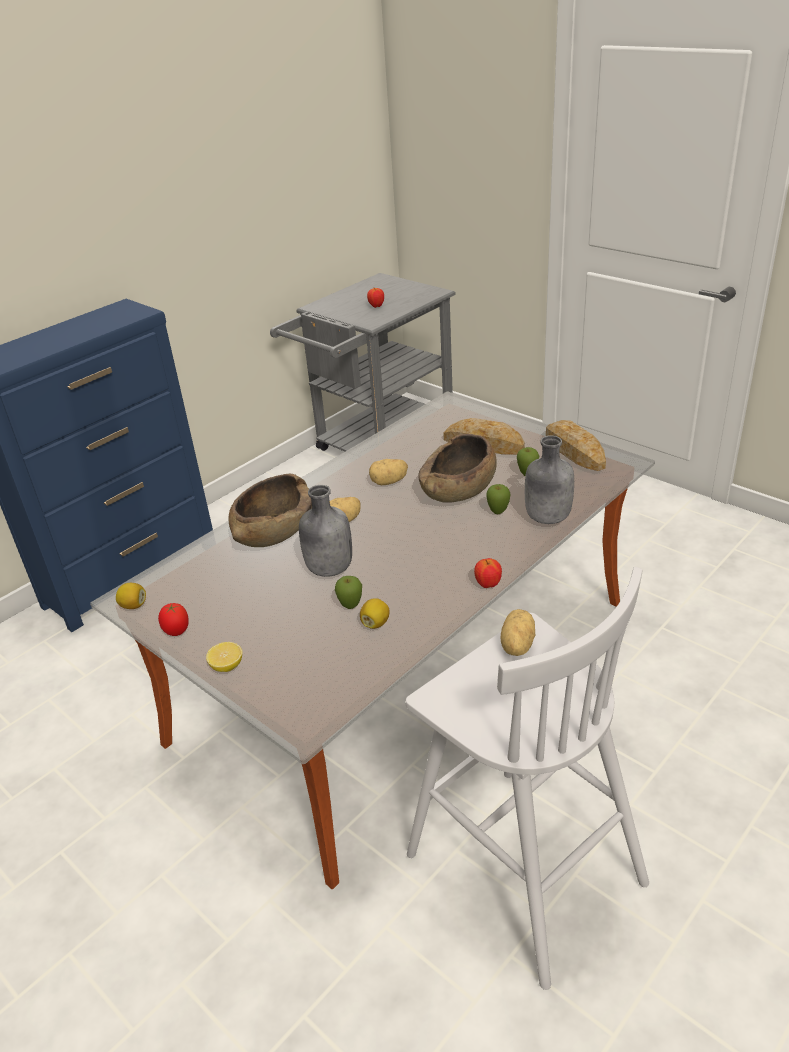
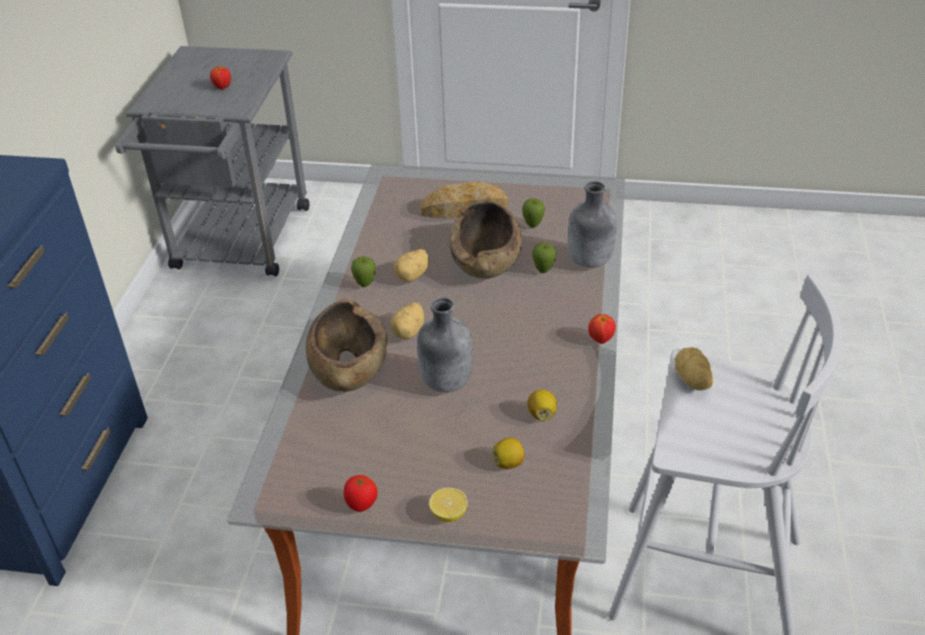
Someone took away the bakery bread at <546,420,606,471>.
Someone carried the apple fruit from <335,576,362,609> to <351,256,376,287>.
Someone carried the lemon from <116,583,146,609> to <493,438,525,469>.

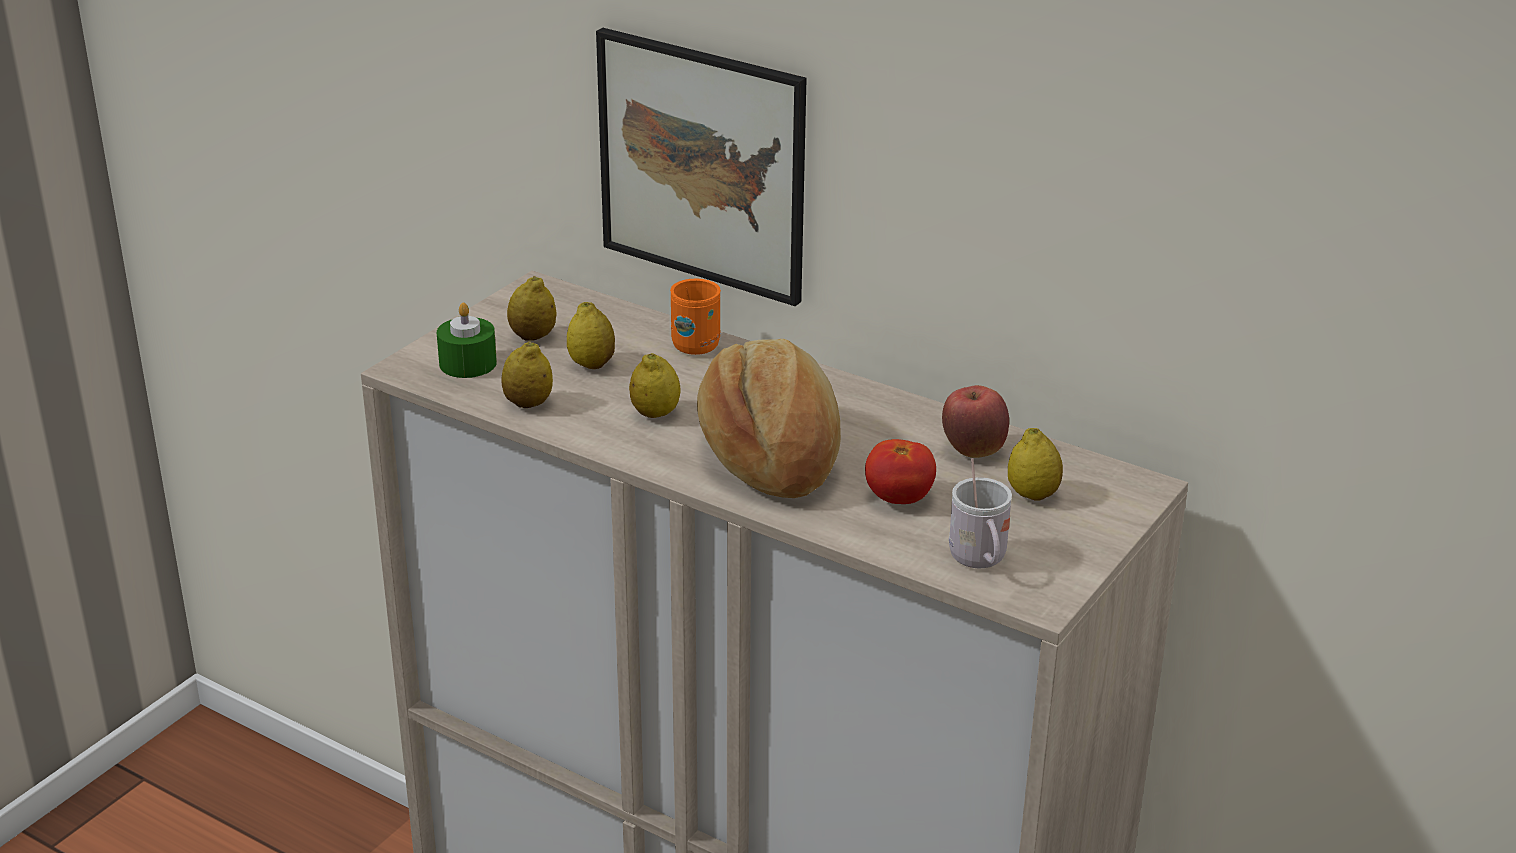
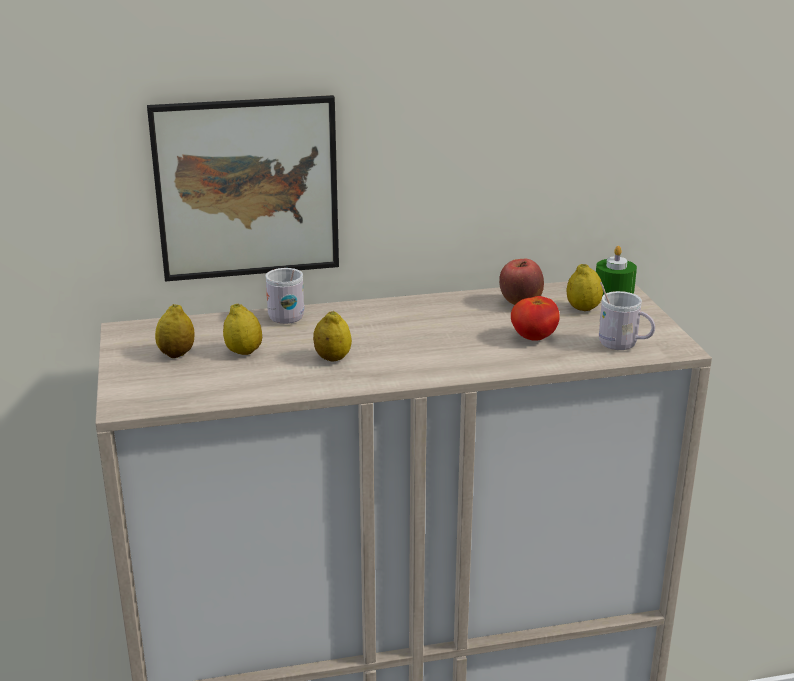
Someone repainted the orangey coffee mug at <670,278,721,355>, which became the white coffee mug at <266,268,305,324>.
Someone carried the green wax light from <437,303,497,378> to <596,246,637,295>.
Someone took away the bakery bread at <697,339,841,498>.
Someone took away the lemon at <501,341,553,408>.

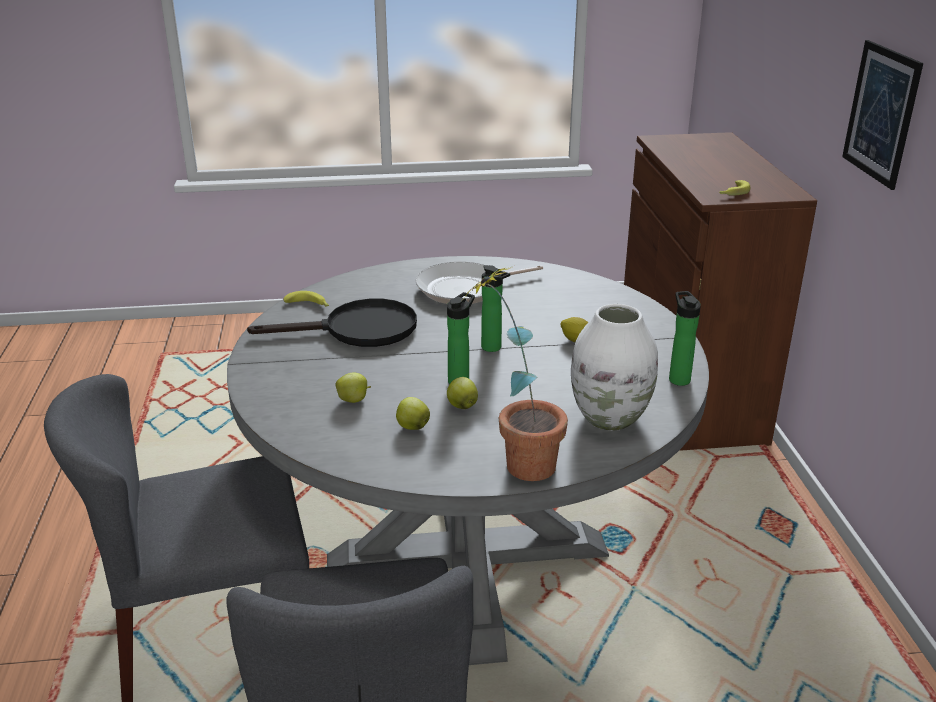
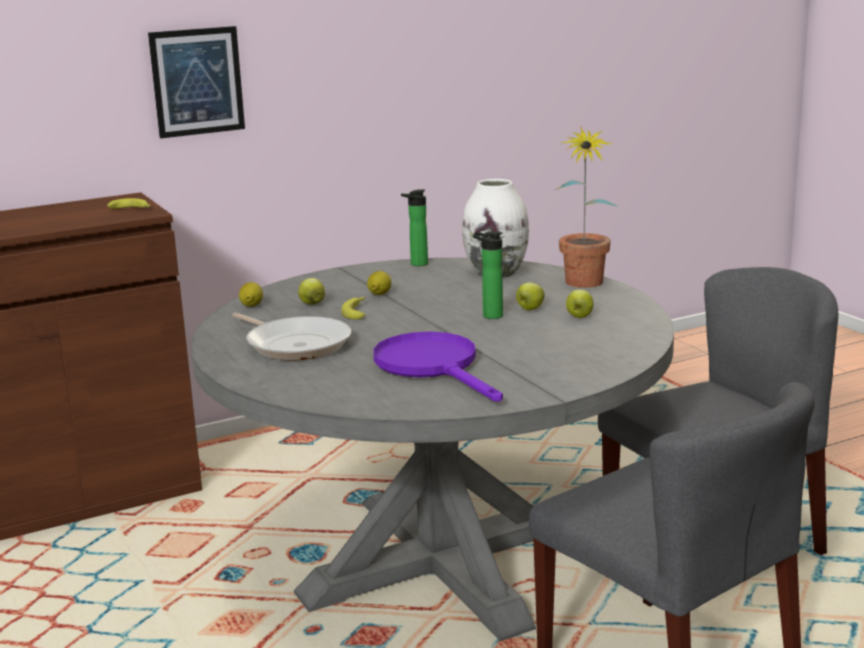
Someone took away the bottle at <481,265,510,352>.
Someone carried the banana fruit from <283,291,329,307> to <341,296,365,320>.
Someone repainted the black pan at <247,299,417,347>, which became the purplish pan at <374,332,503,402>.
Someone carried the apple fruit from <335,372,371,403> to <298,278,325,305>.
Someone put down the lemon at <239,282,263,307>.

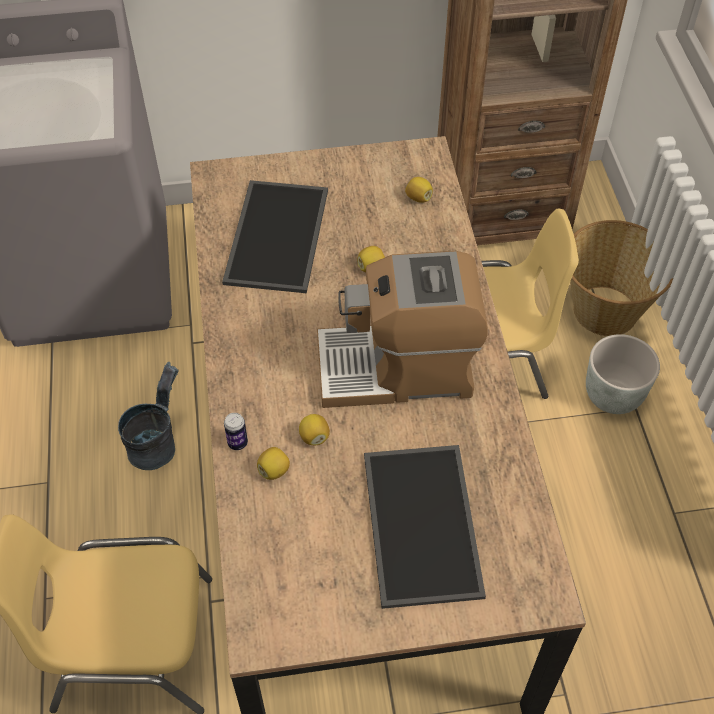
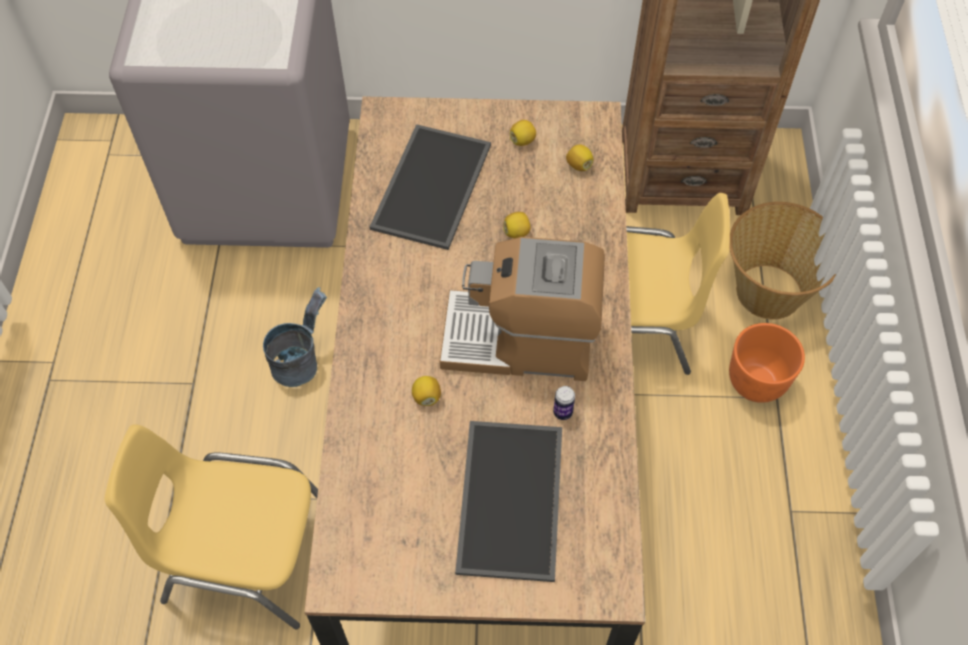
Someone repainted the grey planter at <586,334,660,414>, which became the orangey planter at <729,323,805,403>.
Someone carried the metal can from <224,413,248,450> to <553,386,575,420>.
Someone carried the lemon from <257,447,290,480> to <510,120,536,146>.

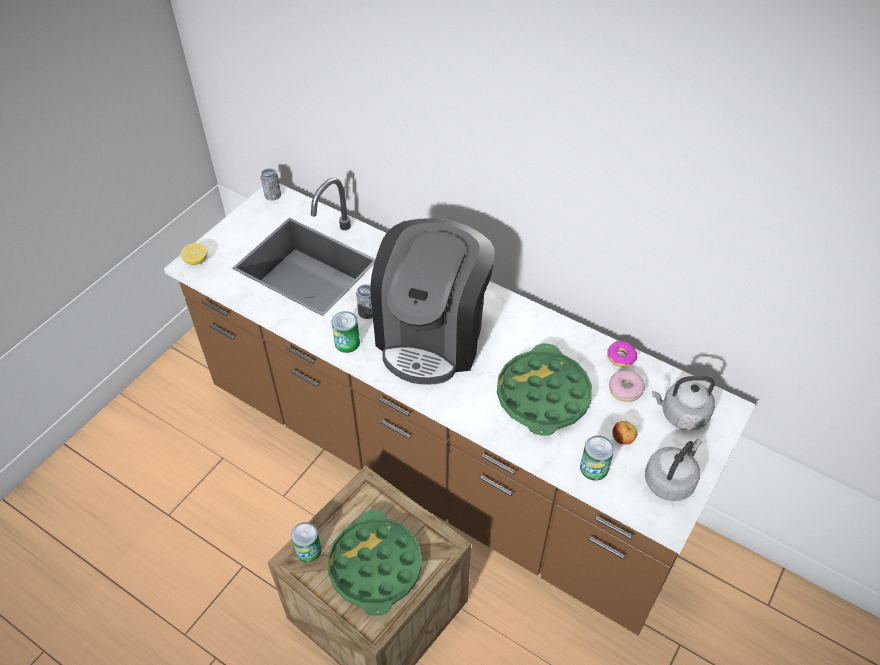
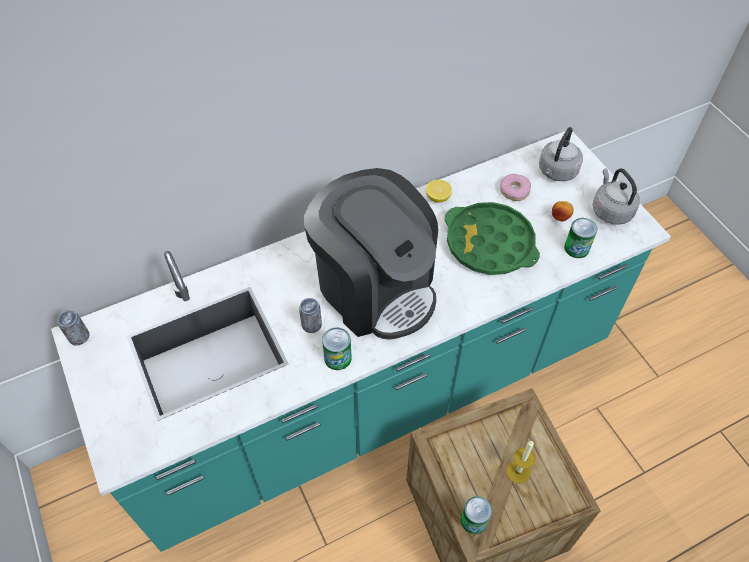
Someone repainted the brown-coloured kitchen base unit at <164,178,756,635>, which became the blue-green kitchen base unit at <51,131,671,552>.
Someone carried the lemon from <181,243,207,265> to <426,180,452,202>.
Someone took away the donut at <607,341,637,367>.
Someone swapped the green carrying tray at <328,510,422,616> for the wax light at <506,441,536,484>.

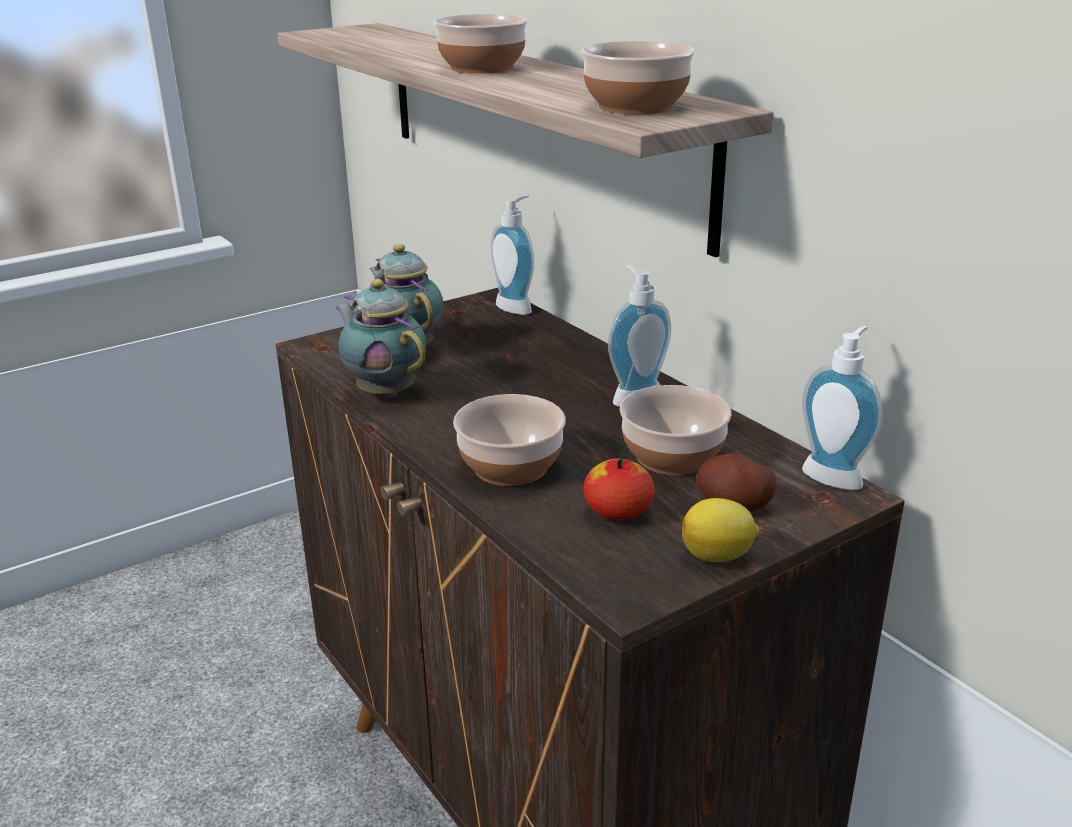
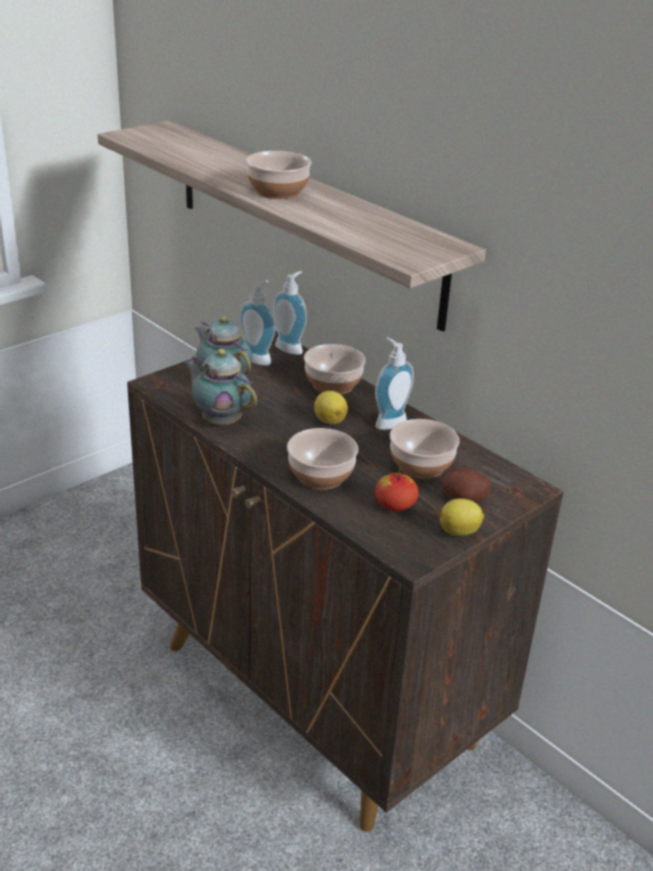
Someone carried the deep dish from <581,41,695,114> to <304,344,366,395>.
Someone carried the soap dispenser from <802,326,882,490> to <240,280,275,365>.
Someone put down the lemon at <314,391,348,425>.

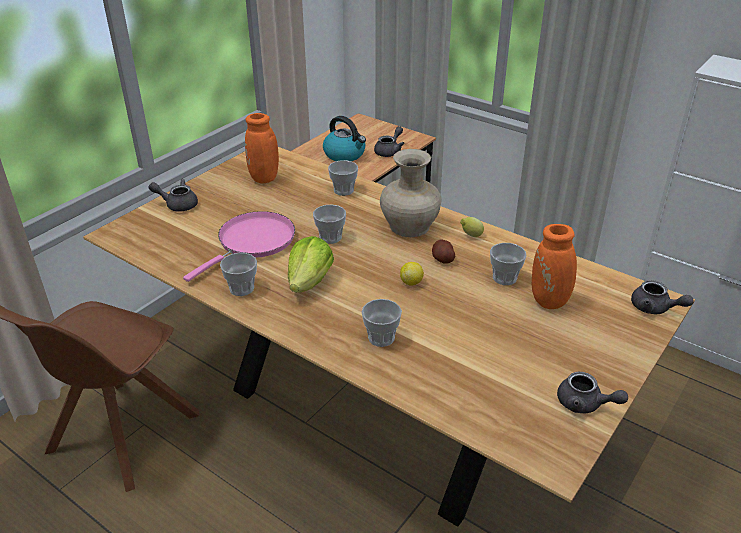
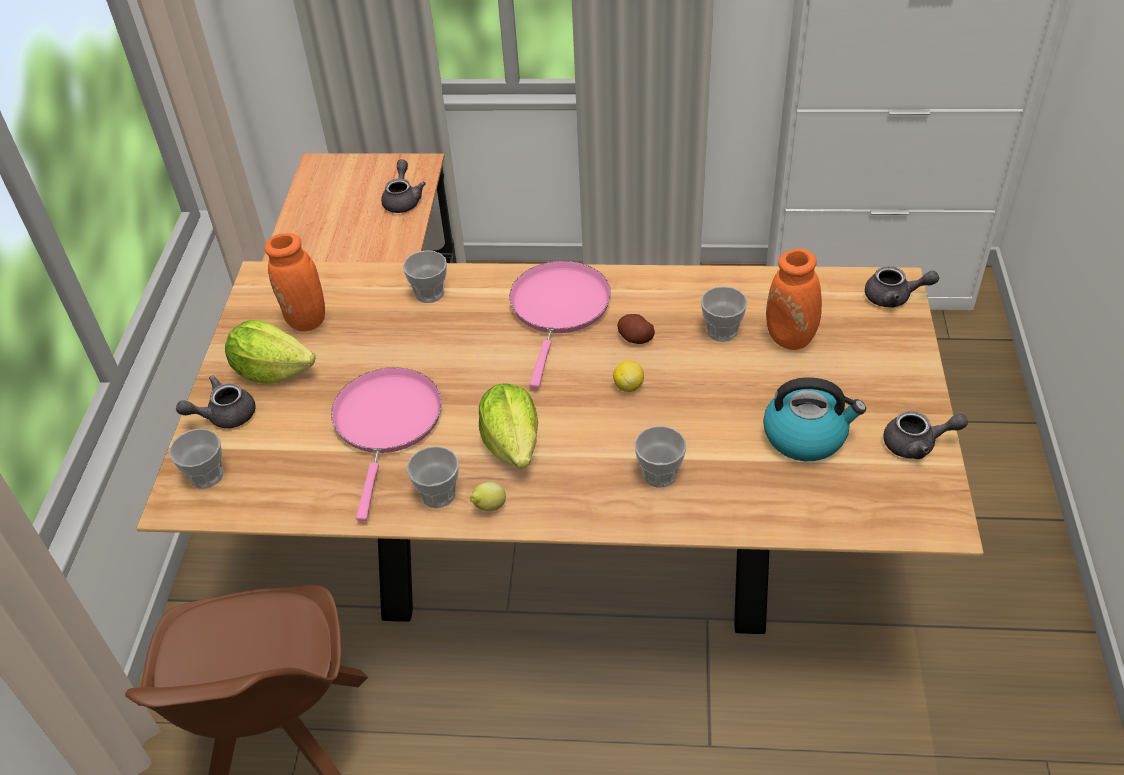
Someone carried the water kettle from <323,116,366,161> to <763,377,866,461>.
Someone swapped the beige-coloured vase at <380,149,442,237> for the pink-coloured pan at <509,261,611,388>.
Someone carried the small cup from <313,205,346,244> to <169,429,223,489>.
Someone carried the lemon from <460,217,484,237> to <470,482,506,511>.
Someone put down the lettuce at <225,320,315,384>.

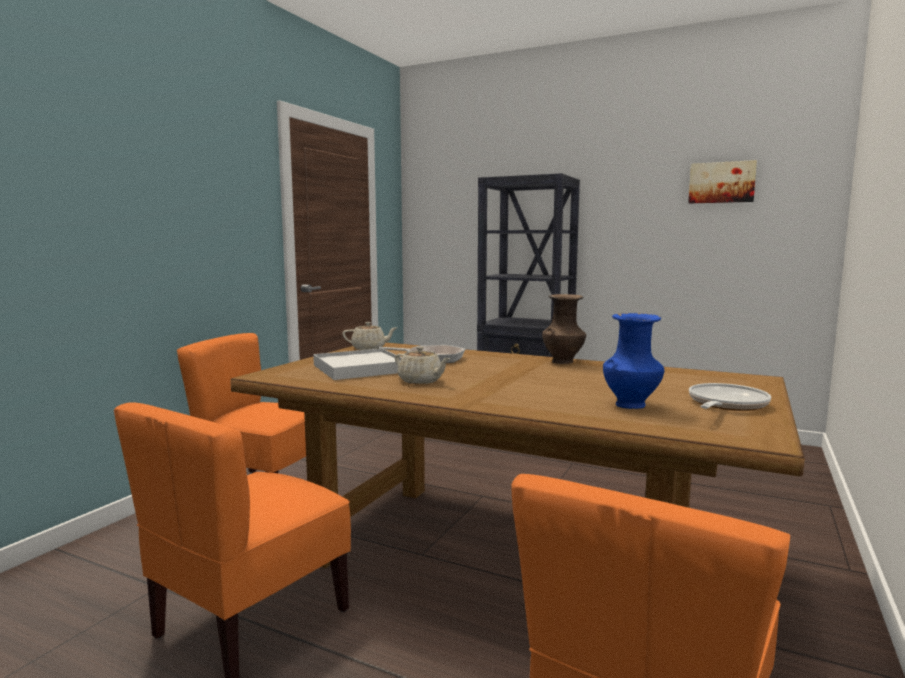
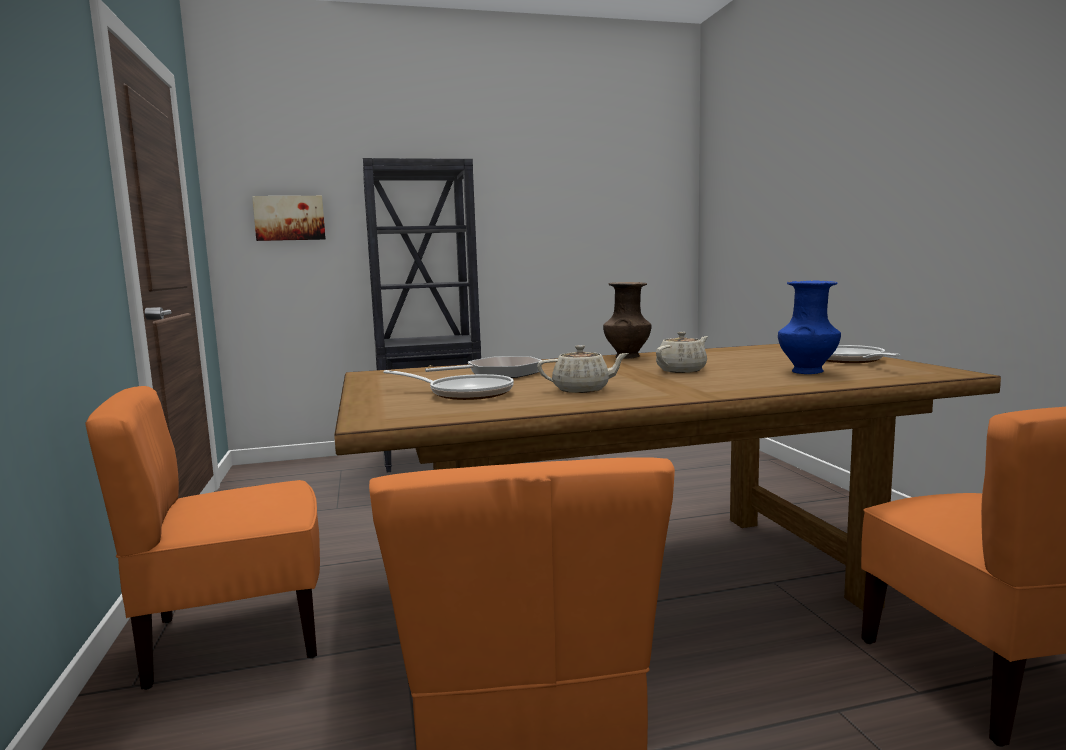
Someone carried the picture from <688,160,757,204> to <252,196,326,241>.
Someone carried the beige-coloured teapot from <342,322,397,350> to <656,332,708,373>.
Someone swapped the white carrying tray at <313,348,402,380> for the pan at <383,370,514,400>.

